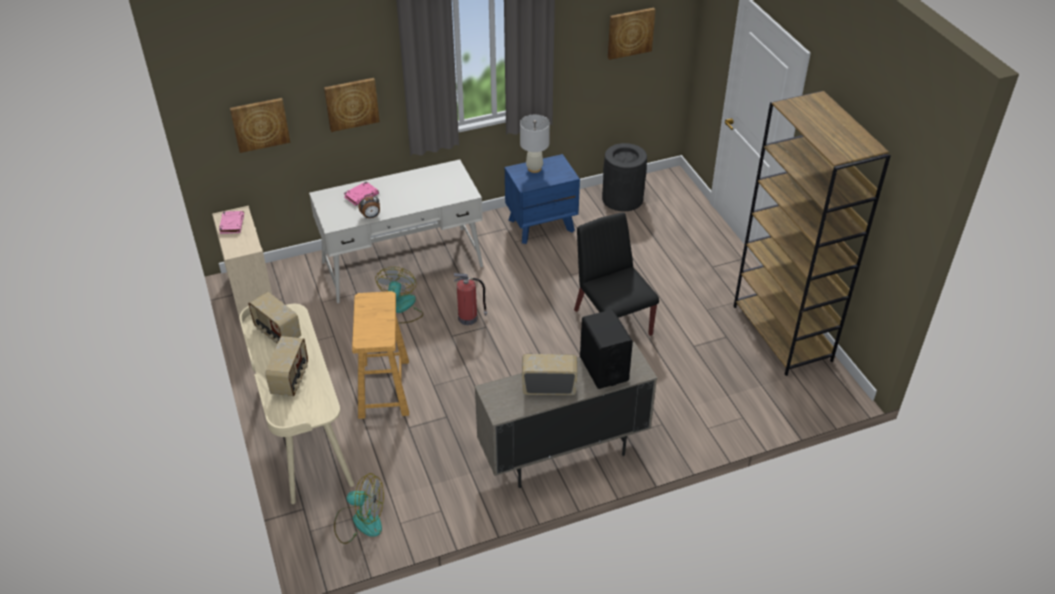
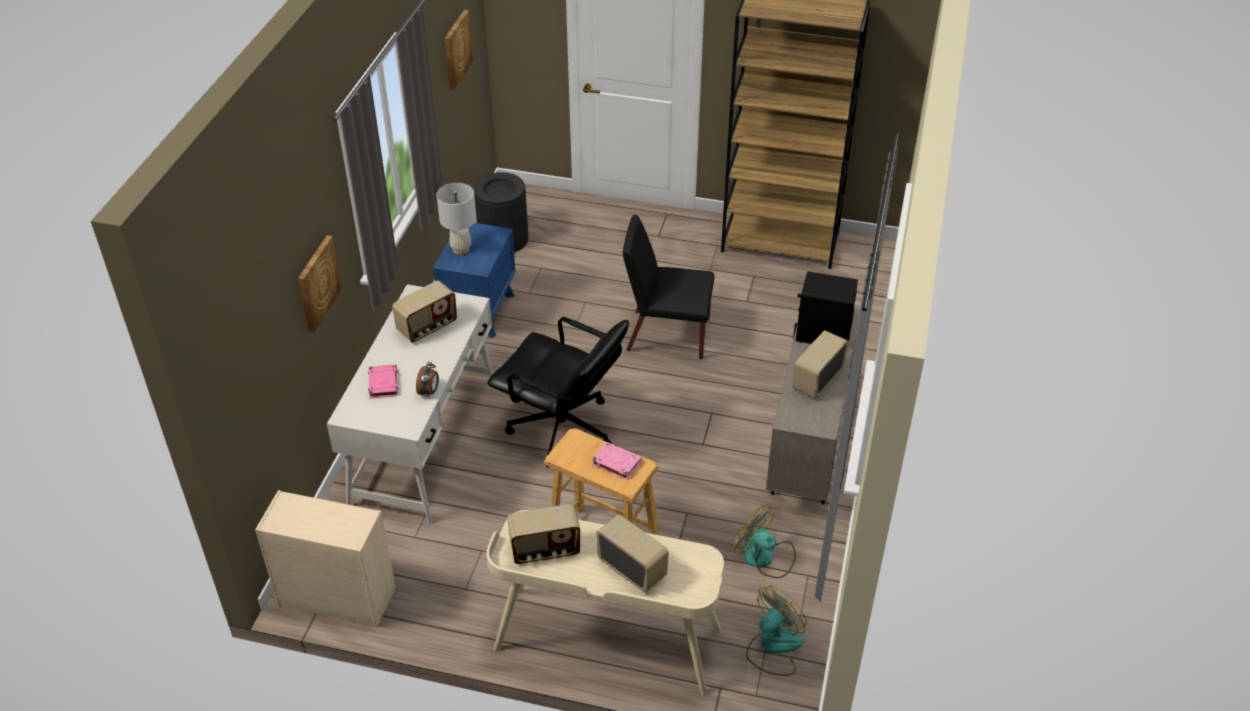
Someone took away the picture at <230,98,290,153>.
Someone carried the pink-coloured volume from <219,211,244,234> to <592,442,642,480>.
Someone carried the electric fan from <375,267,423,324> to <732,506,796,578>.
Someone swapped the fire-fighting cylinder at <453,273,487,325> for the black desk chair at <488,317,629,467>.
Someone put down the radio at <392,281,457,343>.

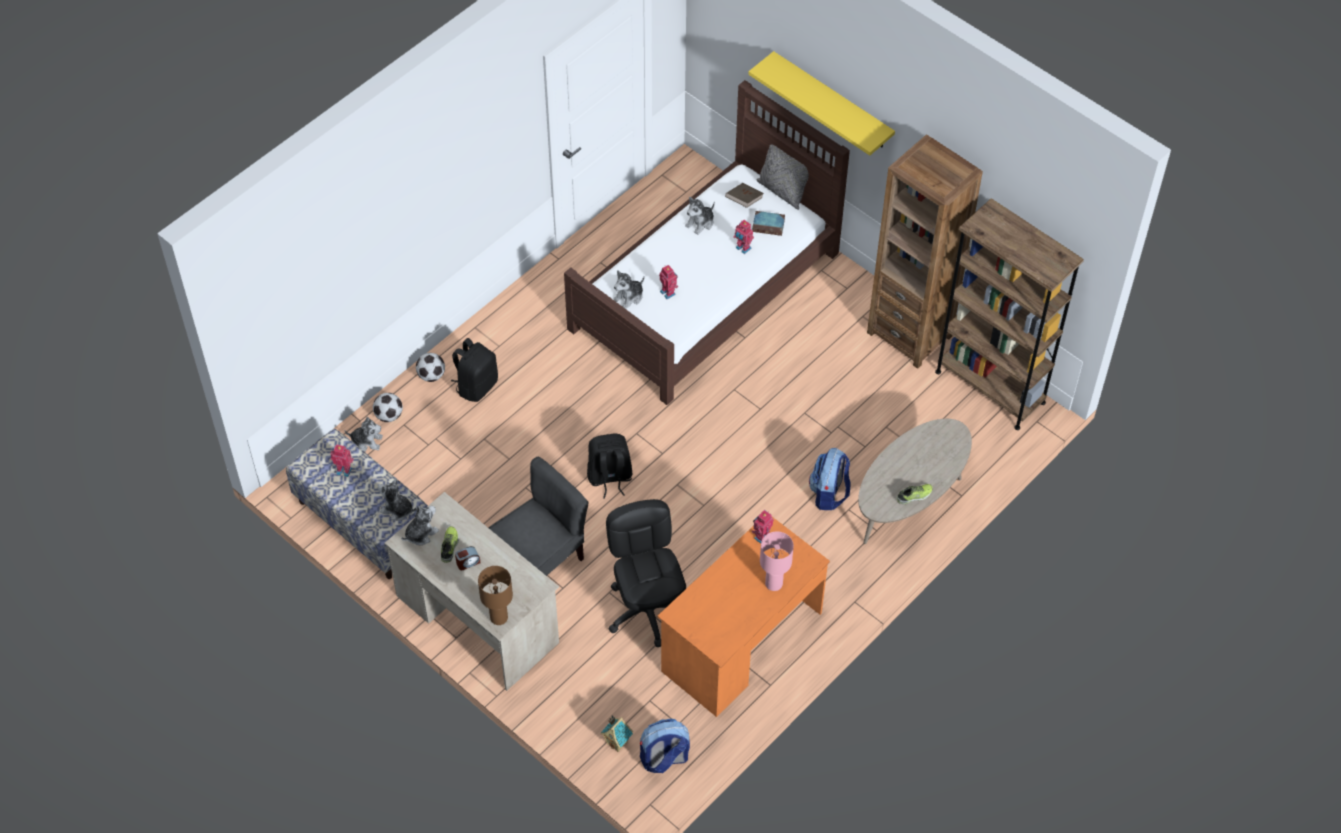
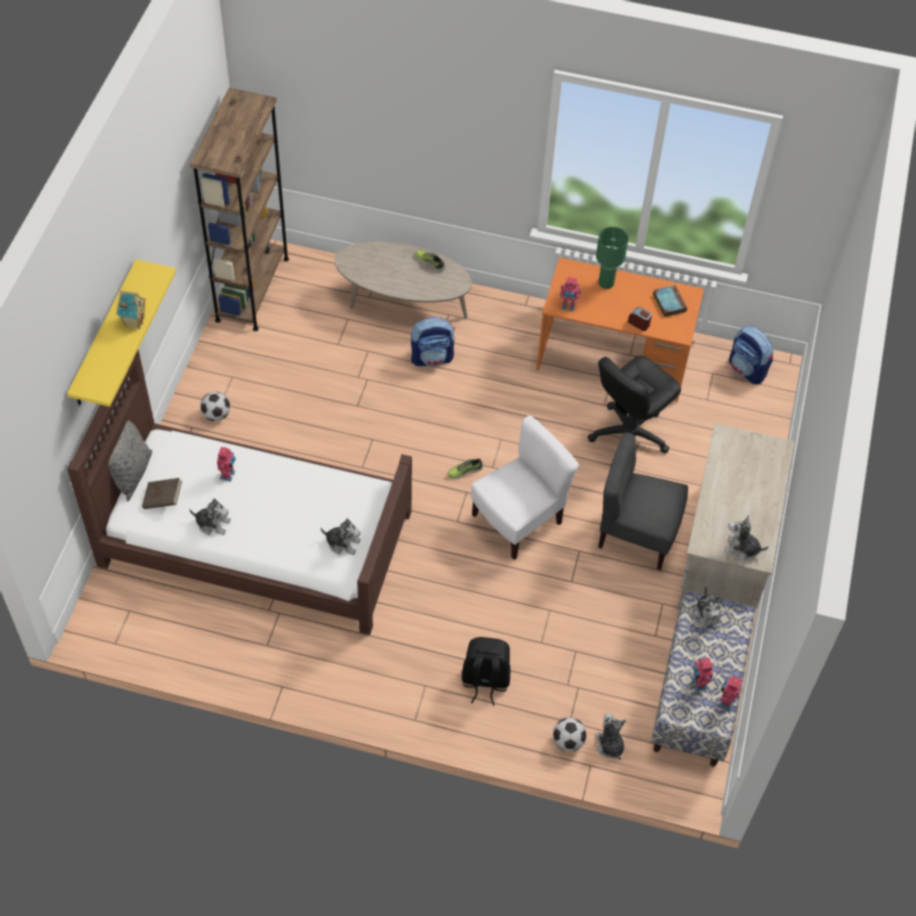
Someone took away the brown-coloured bookcase at <867,134,983,369>.
Someone carried the volume from <752,211,785,236> to <653,285,687,317>.
Someone carried the toy robot from <659,265,678,299> to <719,676,742,710>.
Someone carried the football from <416,353,445,382> to <200,392,230,421>.
Someone swapped the black rucksack at <587,434,632,499> for the white chair at <471,415,579,560>.
Someone carried the low shoe from <441,526,459,563> to <448,458,483,479>.
Someone repainted the pink-coloured tabletop lamp at <760,531,794,591>, which became the green tabletop lamp at <596,227,628,289>.
Someone carried the table clock from <455,546,481,570> to <628,307,652,331>.
Someone took away the brown-coloured tabletop lamp at <478,566,513,625>.
Someone carried the model house from <601,716,633,752> to <116,290,147,329>.

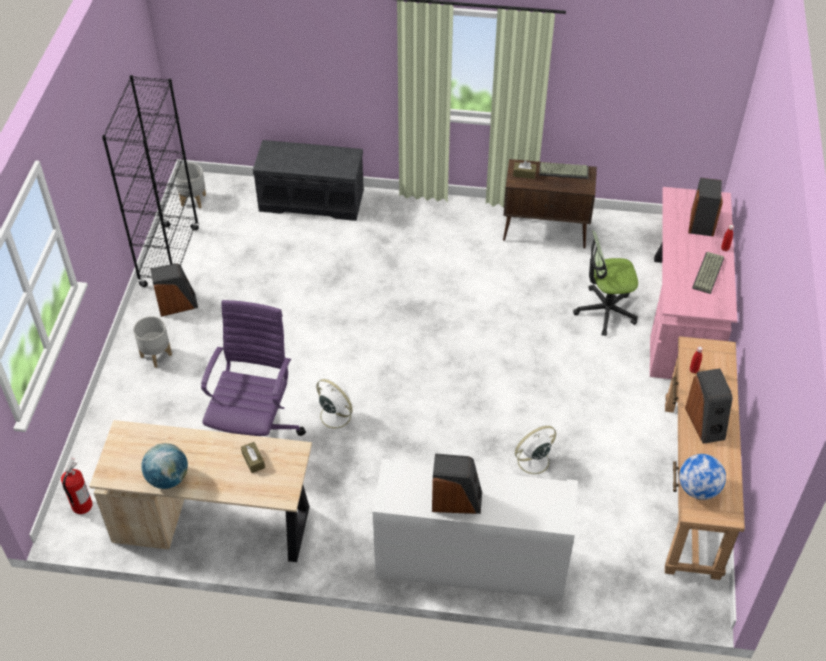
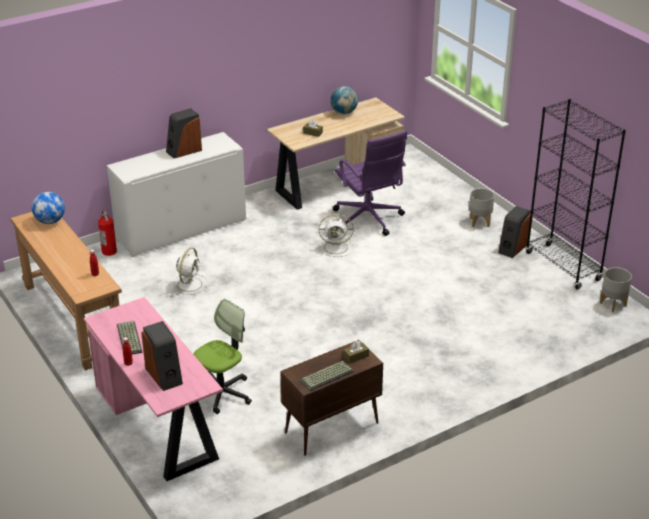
Someone took away the grey long seat at <253,140,364,221>.
Someone took away the audio speaker at <685,368,732,444>.
Someone carried the fire-fighting cylinder from <61,458,93,514> to <98,211,117,256>.

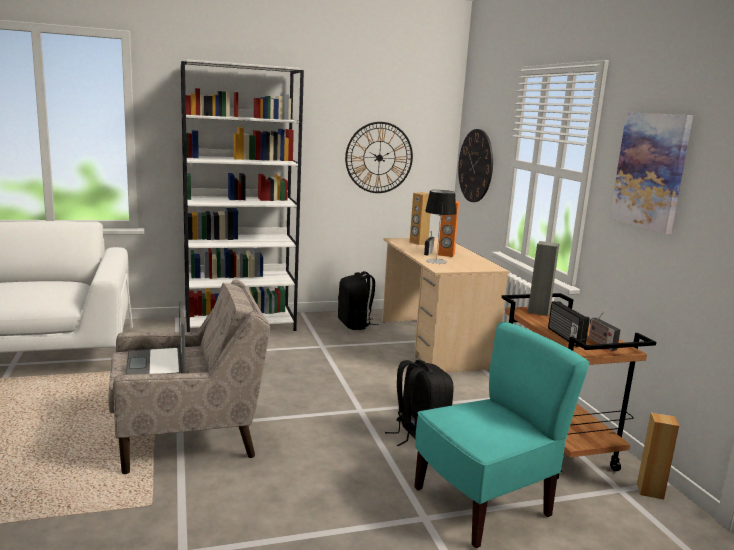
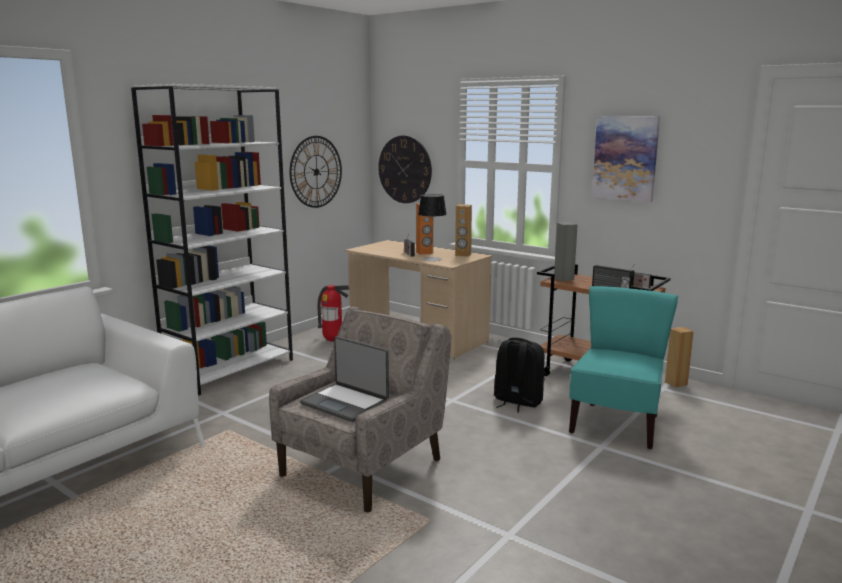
Someone carried the brown-coloured audio speaker from <410,192,430,245> to <455,204,472,257>.
Someone swapped the black rucksack at <338,271,378,330> for the fire-fighting cylinder at <317,285,350,341>.

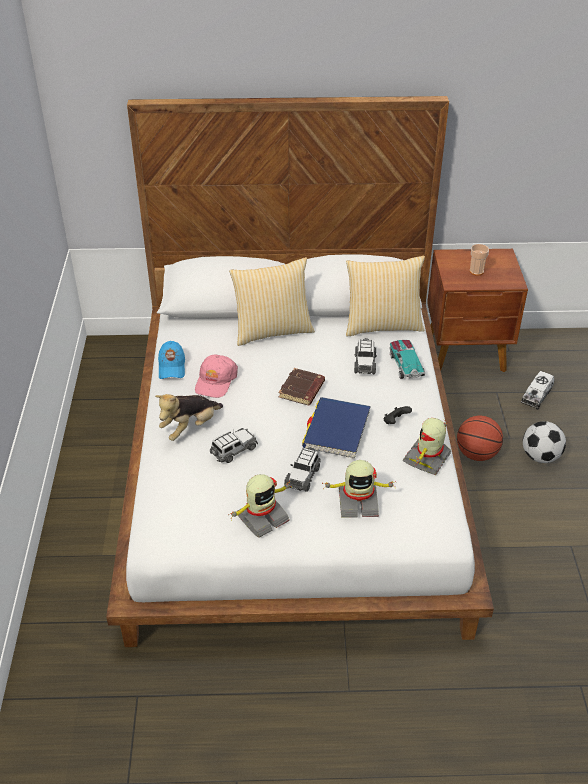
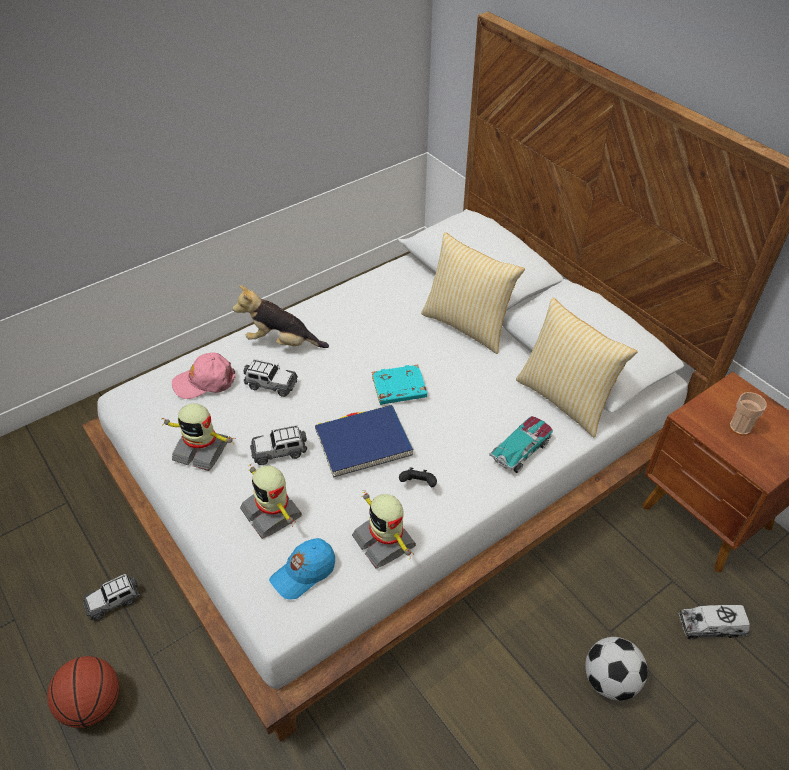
Someone carried the model car from <354,338,377,374> to <83,574,140,621>.
Someone carried the bluish peaked cap from <158,341,185,379> to <269,538,335,600>.
Someone carried the pink-coloured peaked cap from <195,355,238,398> to <172,352,236,399>.
Someone repainted the brown-coloured volume at <279,368,325,405>, which became the blue-green volume at <372,365,427,405>.
Someone carried the basketball from <457,416,503,461> to <47,656,119,728>.
Someone rotated the toy robot at <402,418,451,475> by 120 degrees counterclockwise.

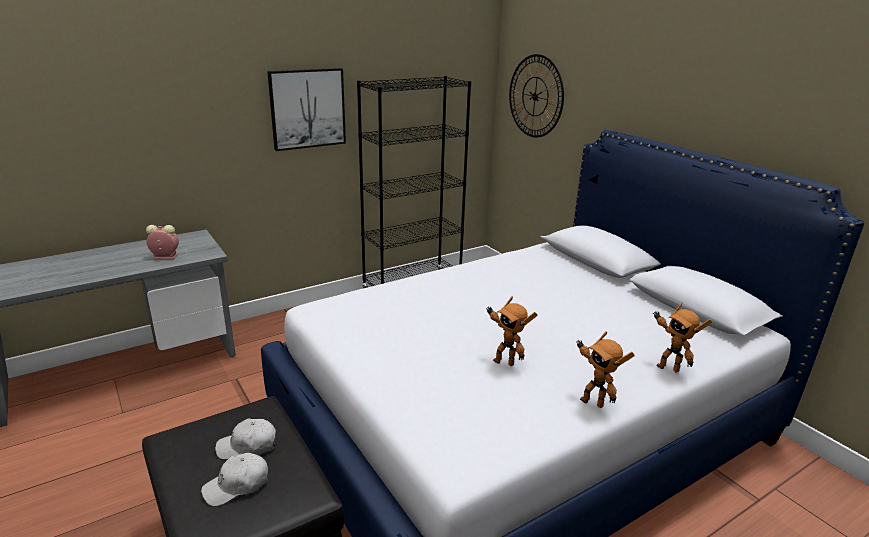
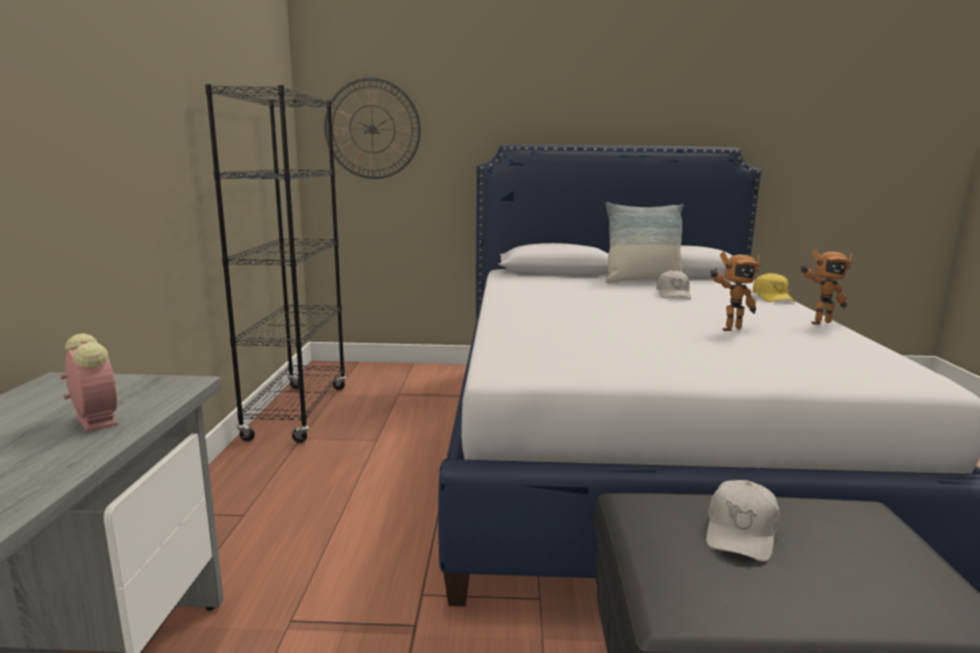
Someone took away the picture at <267,68,346,151>.
Someone rotated the table clock at <146,225,179,259> by 105 degrees clockwise.
Someone swapped the toy robot at <653,302,712,373> for the yellowish peaked cap at <753,272,795,302>.
Someone carried the white peaked cap from <201,453,268,506> to <656,270,691,299>.
Someone put down the pillow at <605,202,683,283>.

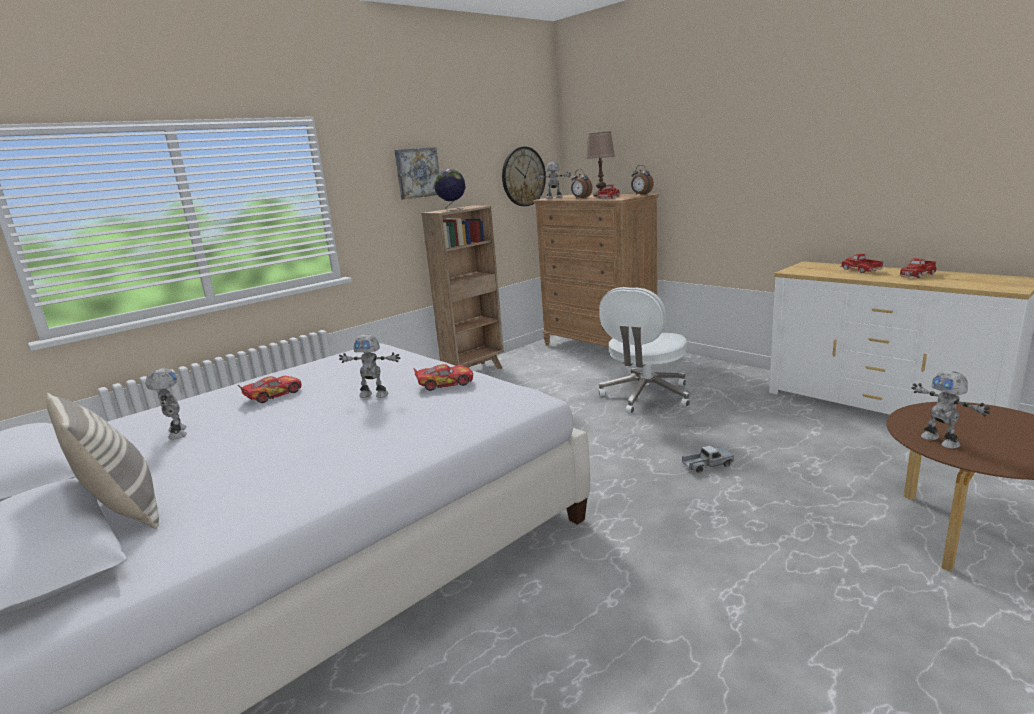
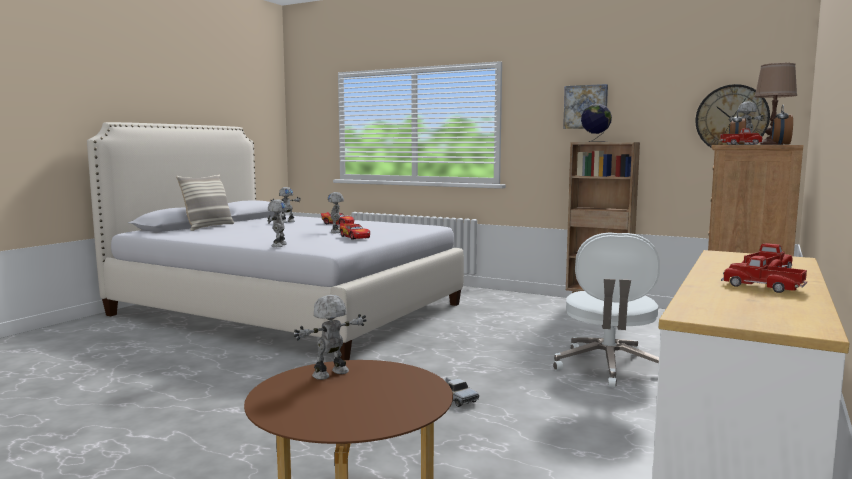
Someone rotated the white desk chair at <599,287,690,414> by 90 degrees counterclockwise.
Someone put down the toy robot at <267,199,287,247>.

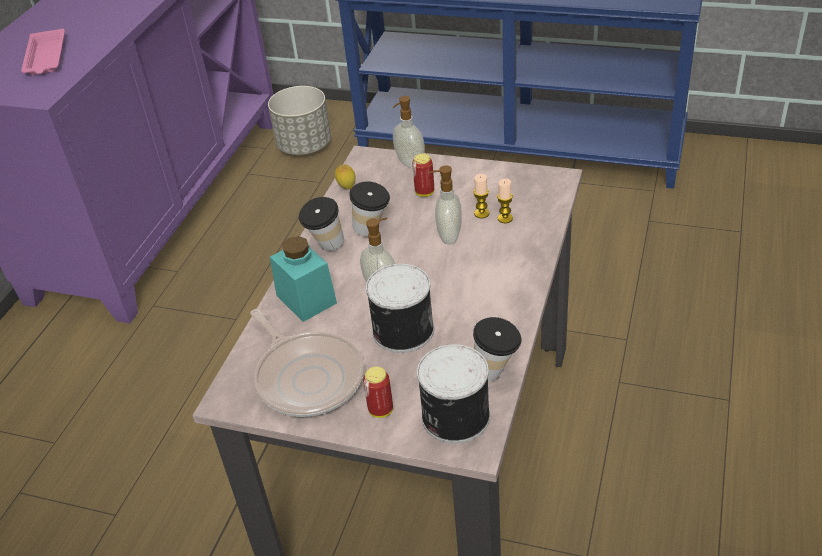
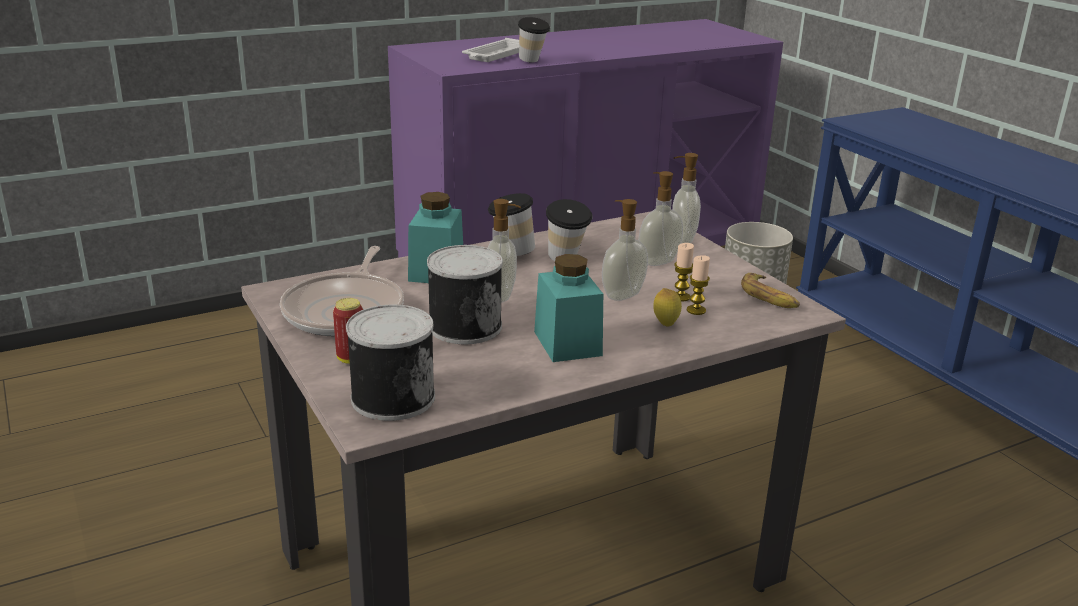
Someone repainted the pink-coloured carrying tray at <21,29,65,75>, which became the white carrying tray at <462,38,519,62>.
Someone swapped the metal can at <412,154,434,197> for the soap dispenser at <638,171,683,266>.
Someone carried the lemon from <335,164,356,190> to <653,288,682,327>.
Someone carried the small cup from <473,317,521,382> to <518,17,550,63>.
Someone put down the blue-green preserve jar at <534,254,603,362>.
Someone put down the banana fruit at <741,273,800,308>.

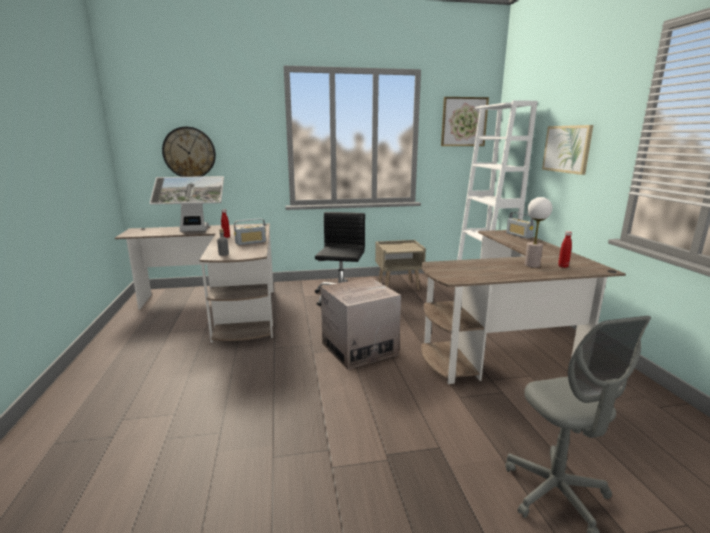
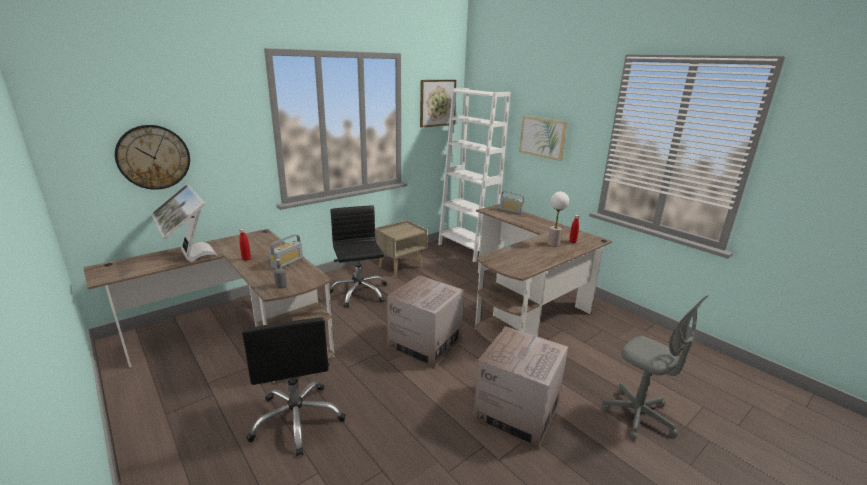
Someone rotated the monitor at <149,176,224,232> by 90 degrees clockwise.
Someone put down the black desk chair at <242,318,346,456>.
Someone put down the carton at <473,326,568,449>.

